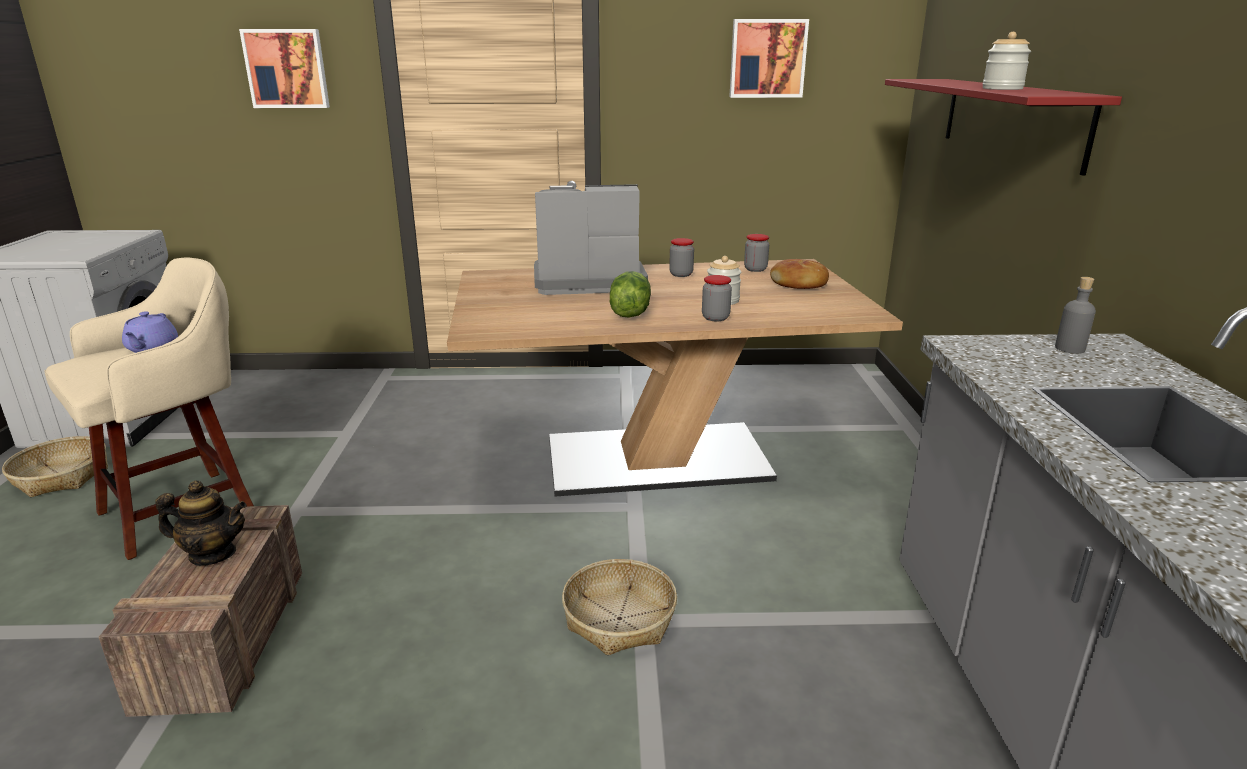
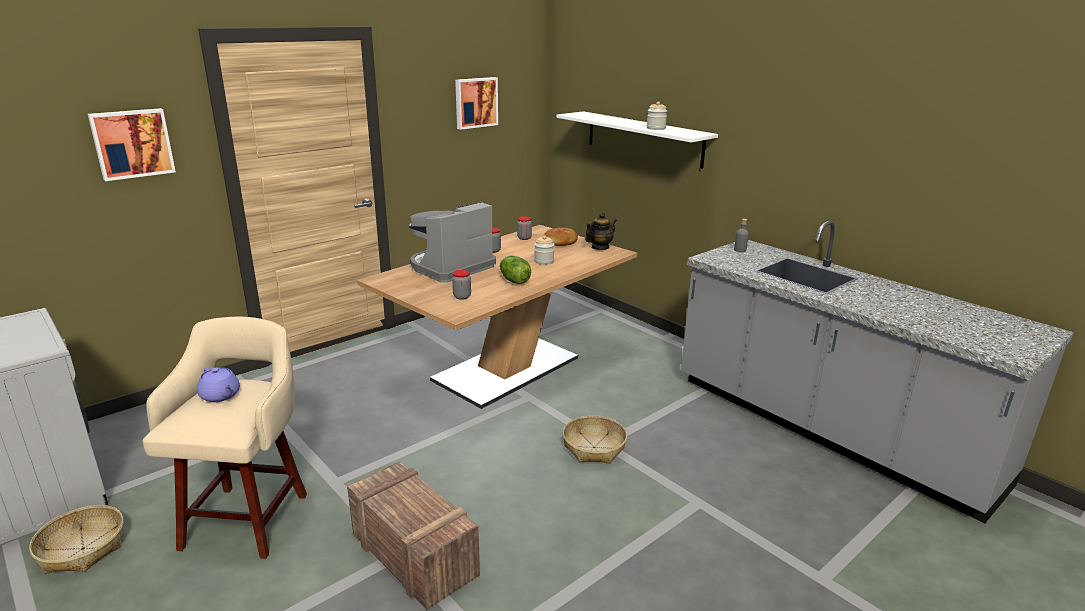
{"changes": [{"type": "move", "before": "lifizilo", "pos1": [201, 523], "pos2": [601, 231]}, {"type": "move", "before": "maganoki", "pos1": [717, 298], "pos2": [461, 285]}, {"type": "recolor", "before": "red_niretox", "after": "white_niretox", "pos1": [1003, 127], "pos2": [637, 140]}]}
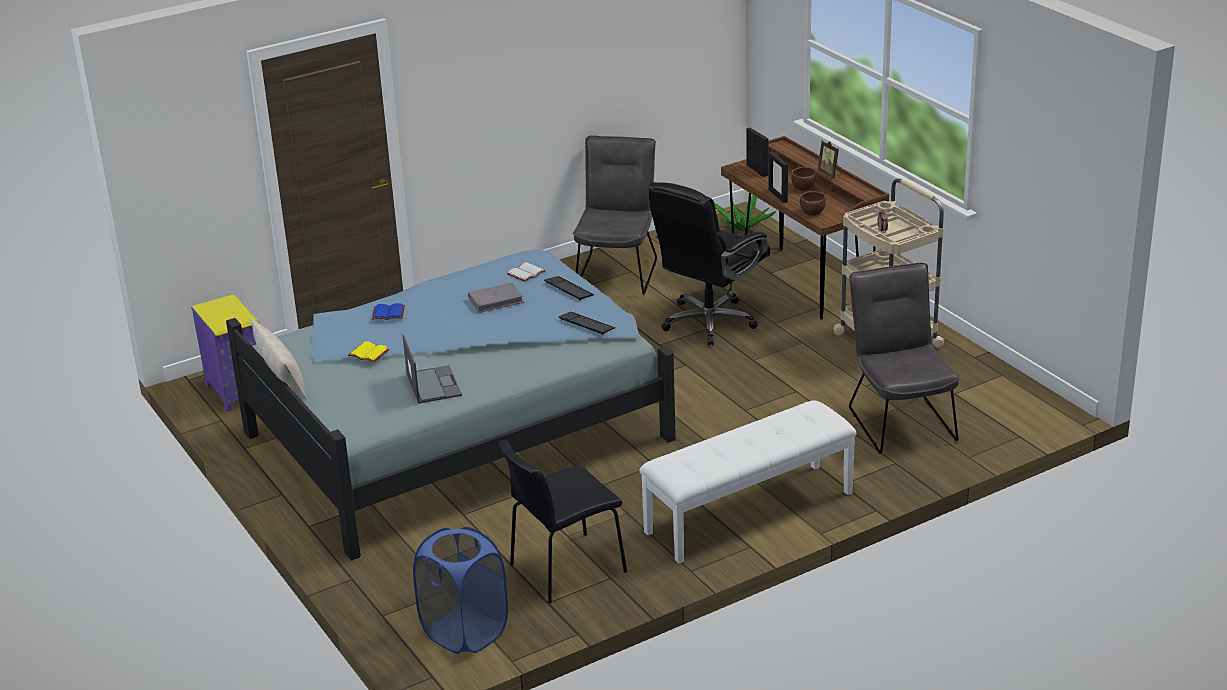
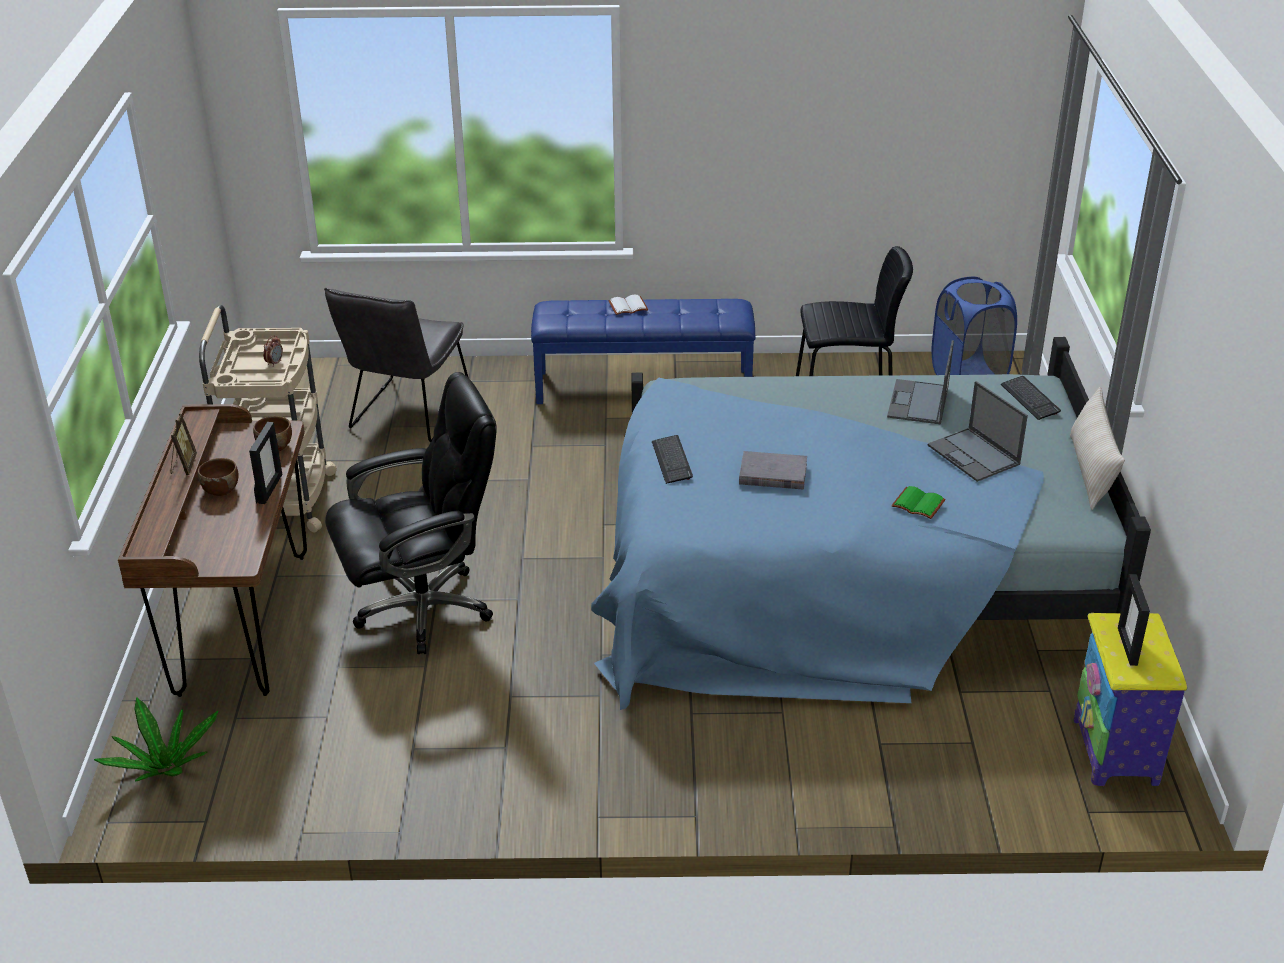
{"changes": [{"type": "replace", "before": "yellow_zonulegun", "after": "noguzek", "pos1": [369, 351], "pos2": [978, 431]}, {"type": "recolor", "before": "blue_zonulegun", "after": "green_zonulegun", "pos1": [388, 311], "pos2": [918, 502]}, {"type": "move", "before": "white_zonulegun", "pos1": [526, 272], "pos2": [628, 305]}, {"type": "move", "before": "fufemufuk", "pos1": [587, 323], "pos2": [1031, 398]}, {"type": "delete", "before": "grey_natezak", "pos1": [615, 215]}, {"type": "recolor", "before": "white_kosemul", "after": "blue_kosemul", "pos1": [748, 481], "pos2": [643, 351]}, {"type": "move", "before": "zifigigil", "pos1": [757, 152], "pos2": [1134, 620]}]}
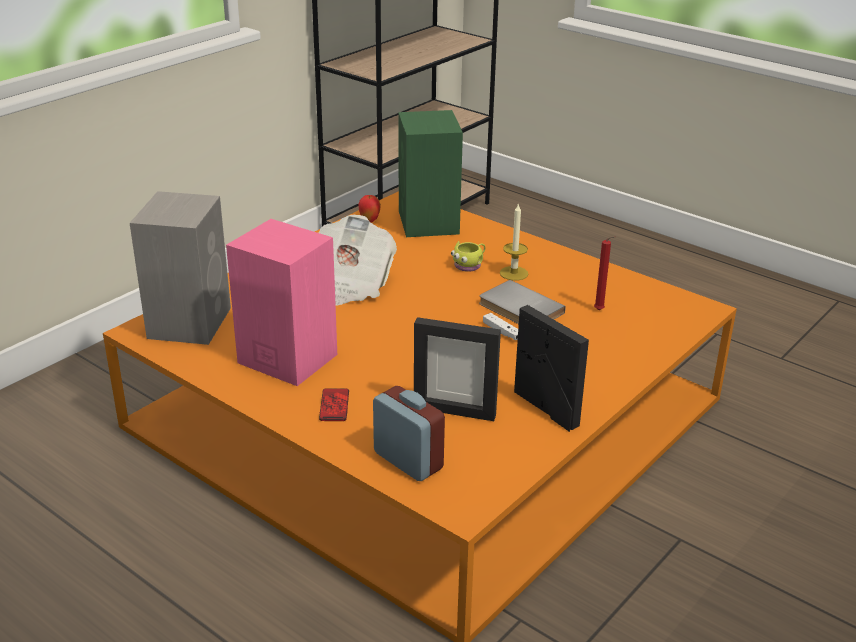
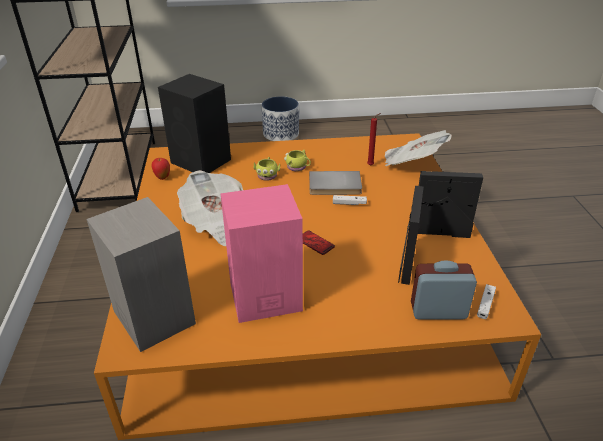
{"changes": [{"type": "move", "before": "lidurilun", "pos1": [334, 404], "pos2": [319, 242]}, {"type": "recolor", "before": "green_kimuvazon", "after": "black_kimuvazon", "pos1": [430, 173], "pos2": [194, 123]}, {"type": "rotate", "before": "zifigigil", "pos1": [457, 369], "pos2": [411, 235], "turn": -45}, {"type": "replace", "before": "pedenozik", "after": "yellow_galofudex", "pos1": [514, 242], "pos2": [297, 160]}, {"type": "insert", "after": "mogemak", "pos2": [280, 118]}, {"type": "insert", "after": "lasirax", "pos2": [418, 148]}, {"type": "insert", "after": "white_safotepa", "pos2": [486, 301]}]}
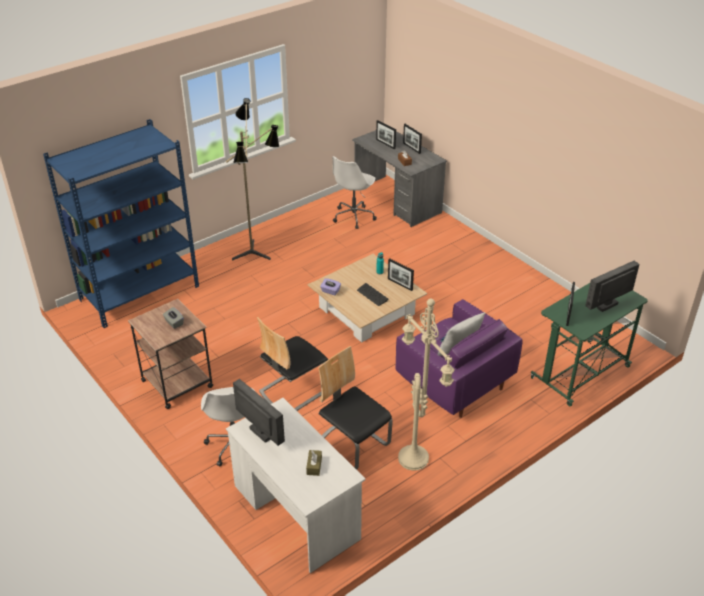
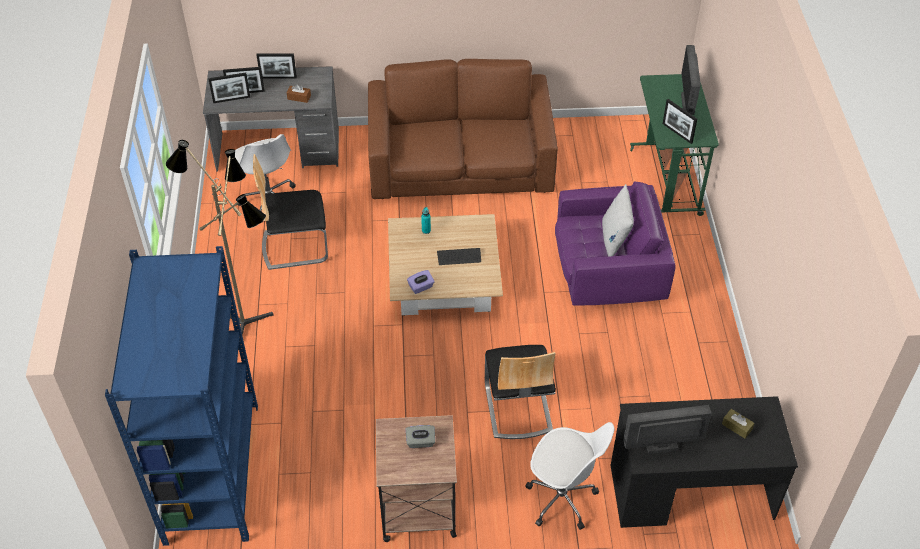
{"changes": [{"type": "recolor", "before": "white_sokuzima", "after": "black_sokuzima", "pos1": [296, 485], "pos2": [704, 462]}, {"type": "move", "before": "natezak", "pos1": [355, 408], "pos2": [290, 212]}, {"type": "move", "before": "zifigigil", "pos1": [401, 274], "pos2": [229, 87]}, {"type": "delete", "before": "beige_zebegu", "pos1": [426, 384]}, {"type": "insert", "after": "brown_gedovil", "pos2": [463, 129]}]}
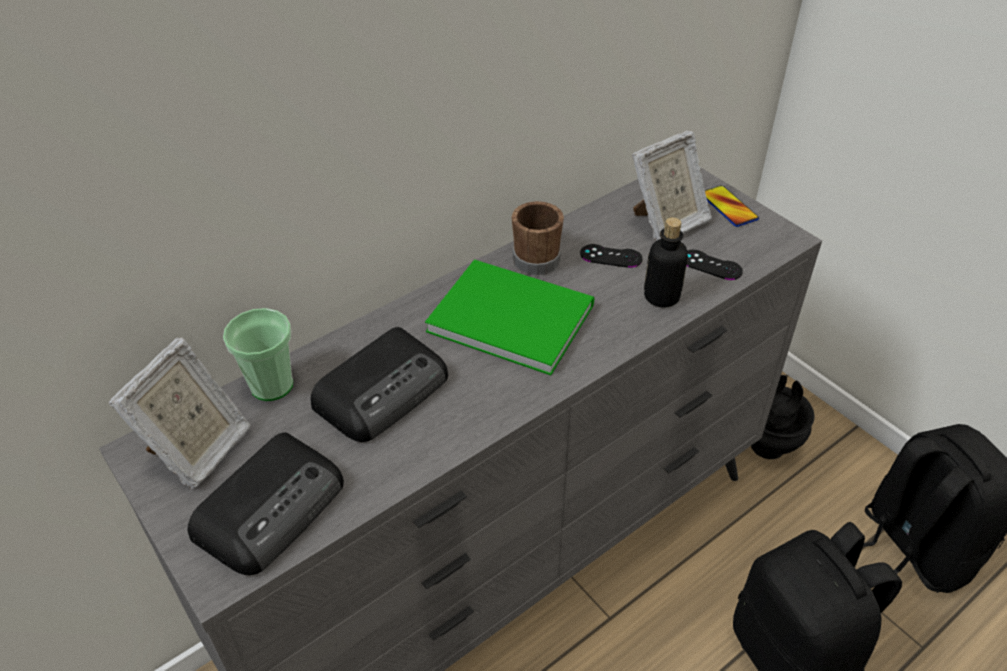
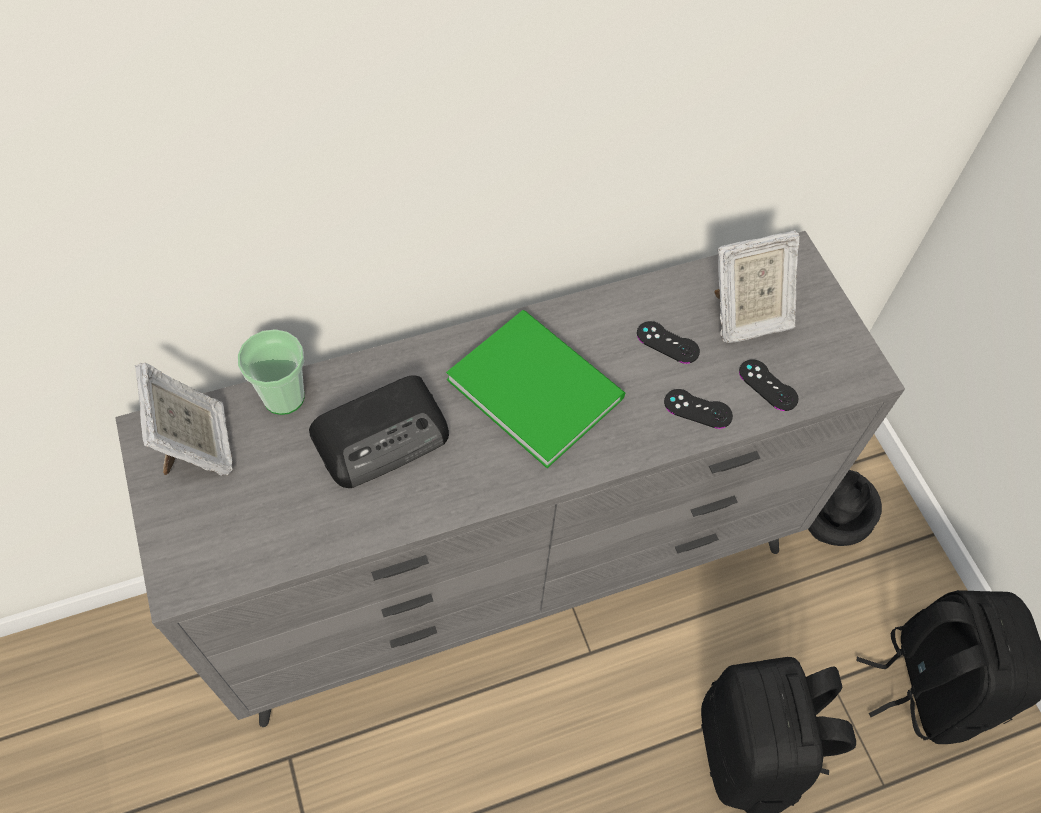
{"changes": [{"type": "rotate", "before": "zifigigil", "pos1": [180, 413], "pos2": [184, 419], "turn": -60}, {"type": "delete", "before": "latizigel", "pos1": [265, 504]}, {"type": "delete", "before": "brown_galofudex", "pos1": [538, 238]}, {"type": "replace", "before": "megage", "after": "black_safotepa", "pos1": [666, 263], "pos2": [698, 409]}, {"type": "delete", "before": "lidurilun", "pos1": [732, 206]}]}
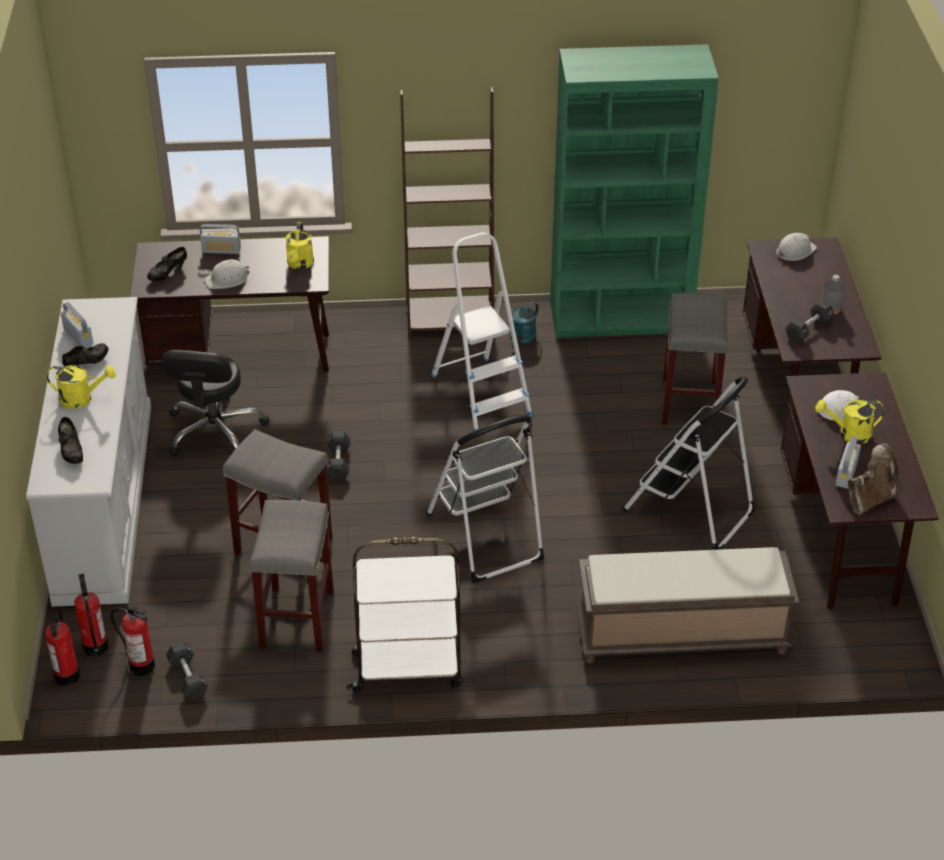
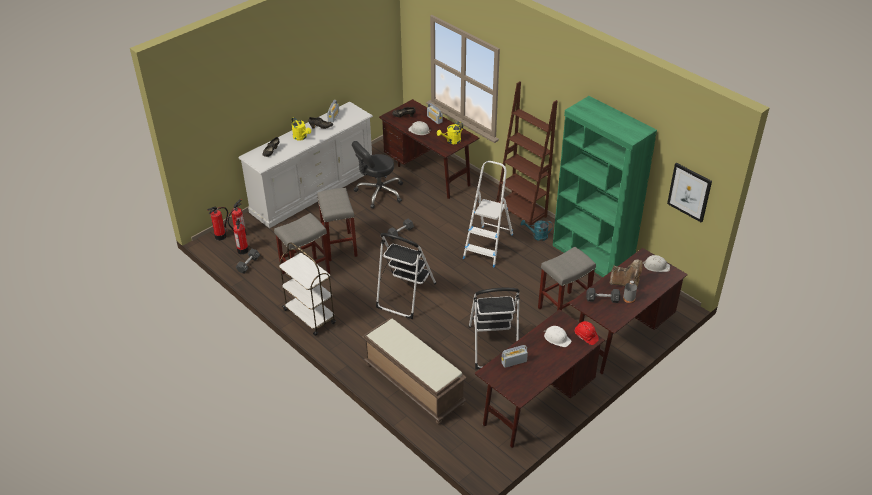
{"changes": [{"type": "delete", "before": "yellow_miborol", "pos1": [850, 422]}, {"type": "move", "before": "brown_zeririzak", "pos1": [875, 479], "pos2": [625, 273]}, {"type": "insert", "after": "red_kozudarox", "pos2": [587, 333]}, {"type": "insert", "after": "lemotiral", "pos2": [689, 193]}]}
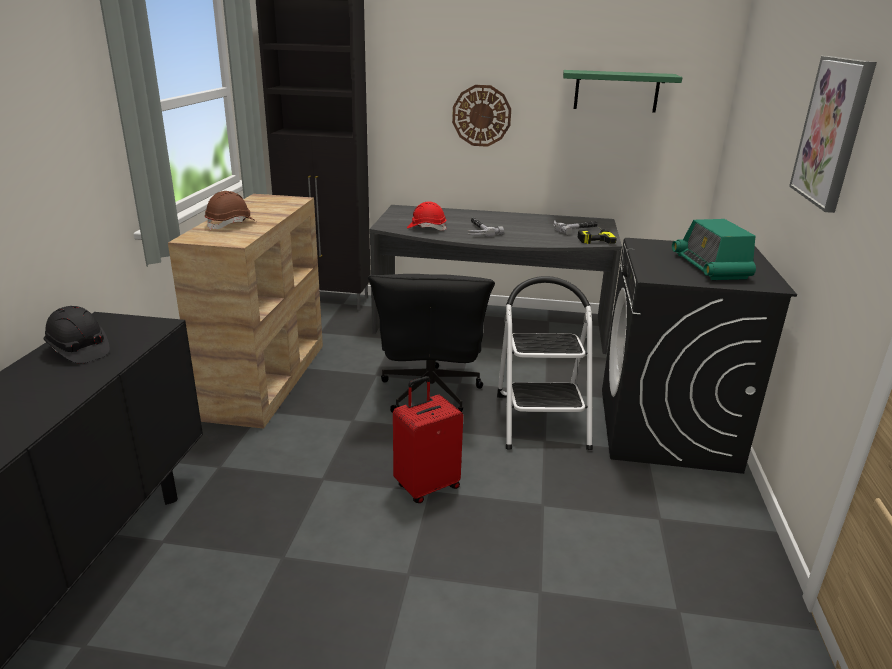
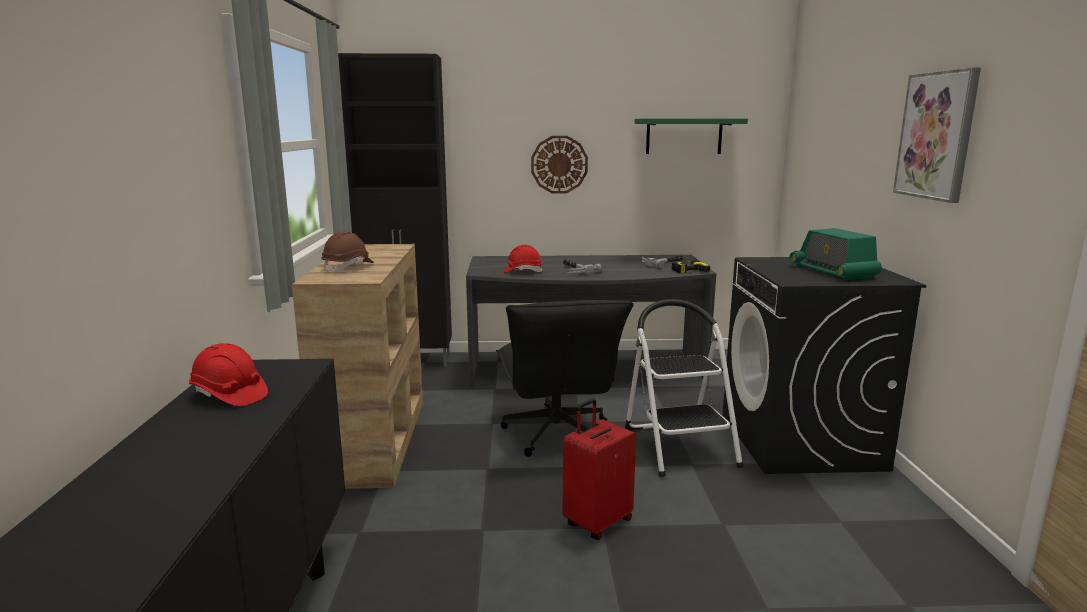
{"changes": [{"type": "recolor", "before": "black_kozudarox", "after": "red_kozudarox", "pos1": [76, 334], "pos2": [228, 374]}]}
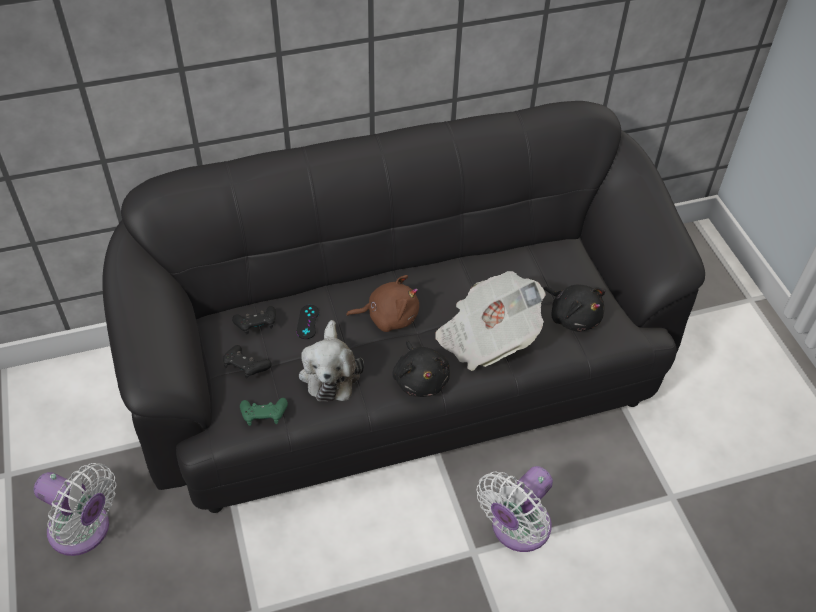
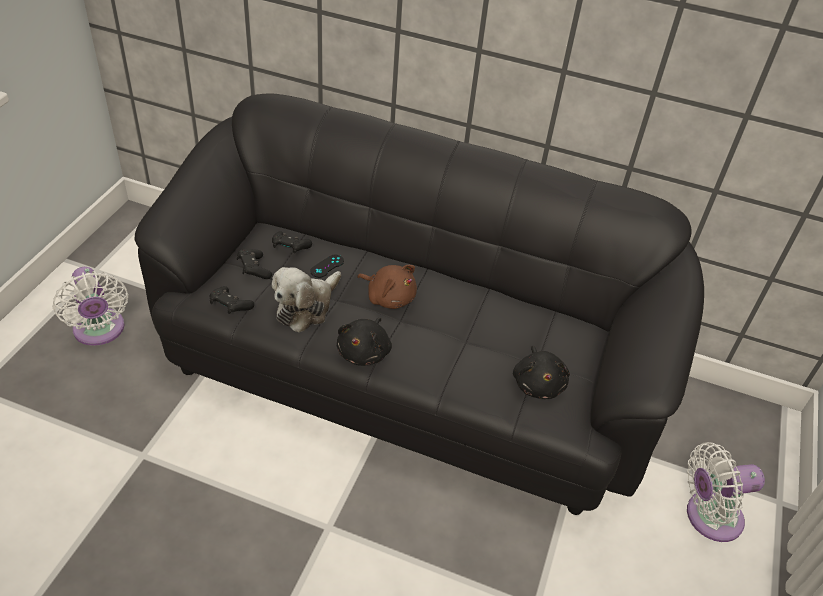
{"changes": [{"type": "recolor", "before": "green_safotepa", "after": "black_safotepa", "pos1": [264, 412], "pos2": [232, 300]}, {"type": "delete", "before": "lasirax", "pos1": [490, 321]}, {"type": "move", "before": "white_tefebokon", "pos1": [515, 509], "pos2": [726, 492]}]}
